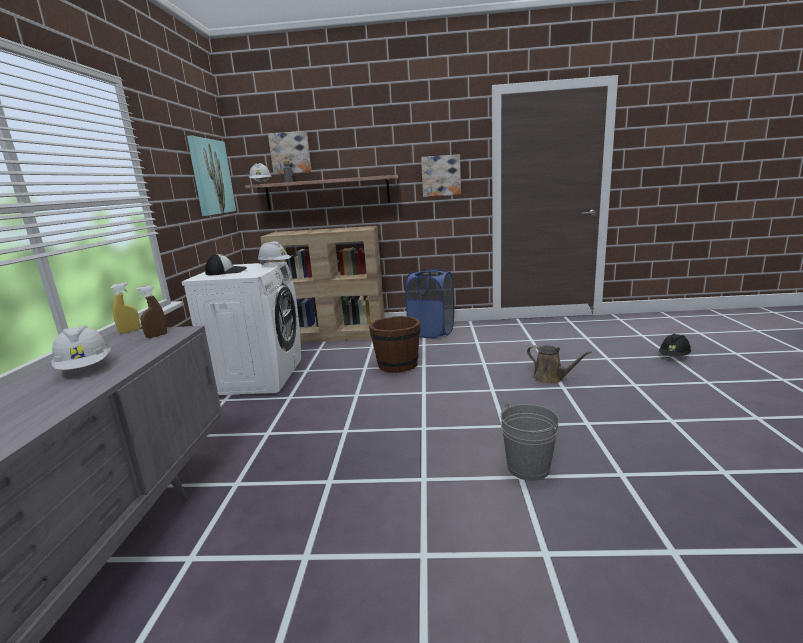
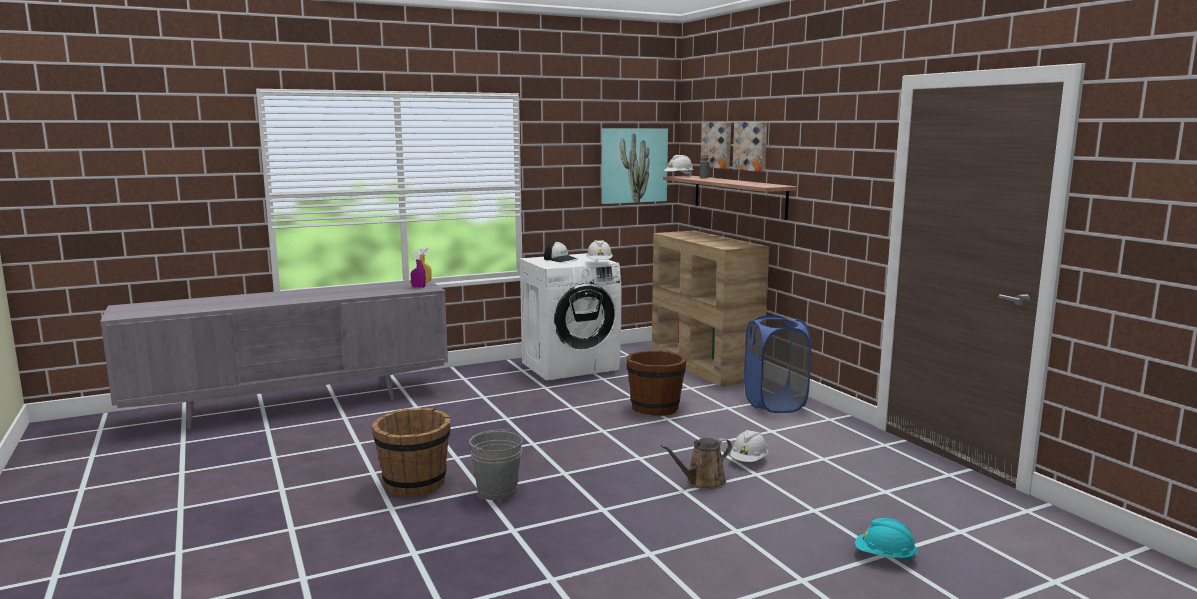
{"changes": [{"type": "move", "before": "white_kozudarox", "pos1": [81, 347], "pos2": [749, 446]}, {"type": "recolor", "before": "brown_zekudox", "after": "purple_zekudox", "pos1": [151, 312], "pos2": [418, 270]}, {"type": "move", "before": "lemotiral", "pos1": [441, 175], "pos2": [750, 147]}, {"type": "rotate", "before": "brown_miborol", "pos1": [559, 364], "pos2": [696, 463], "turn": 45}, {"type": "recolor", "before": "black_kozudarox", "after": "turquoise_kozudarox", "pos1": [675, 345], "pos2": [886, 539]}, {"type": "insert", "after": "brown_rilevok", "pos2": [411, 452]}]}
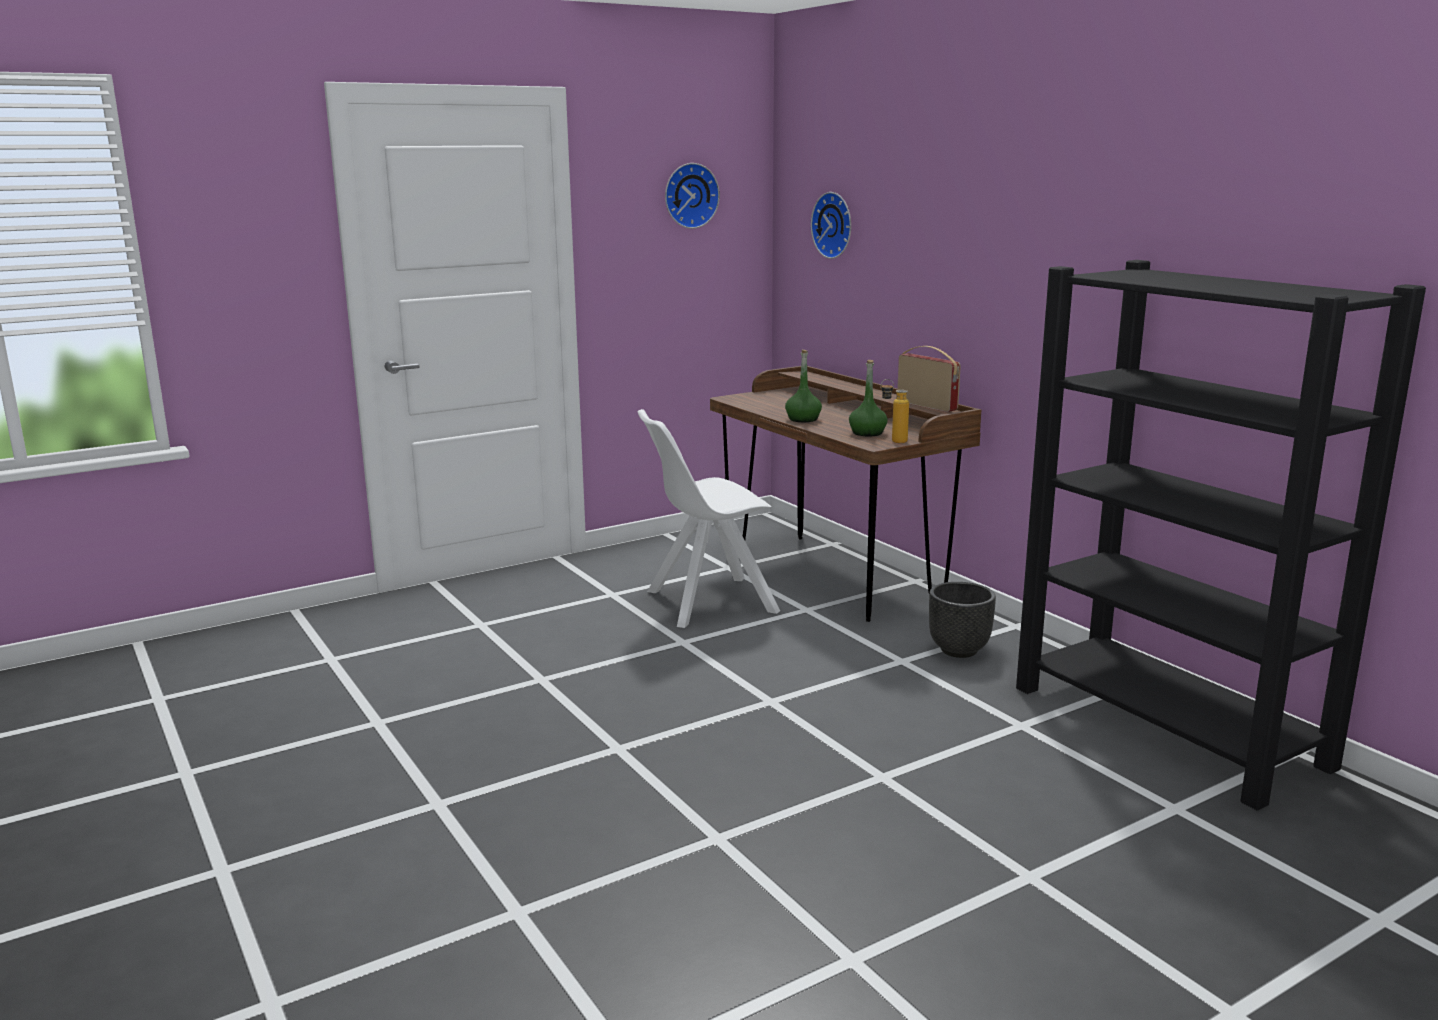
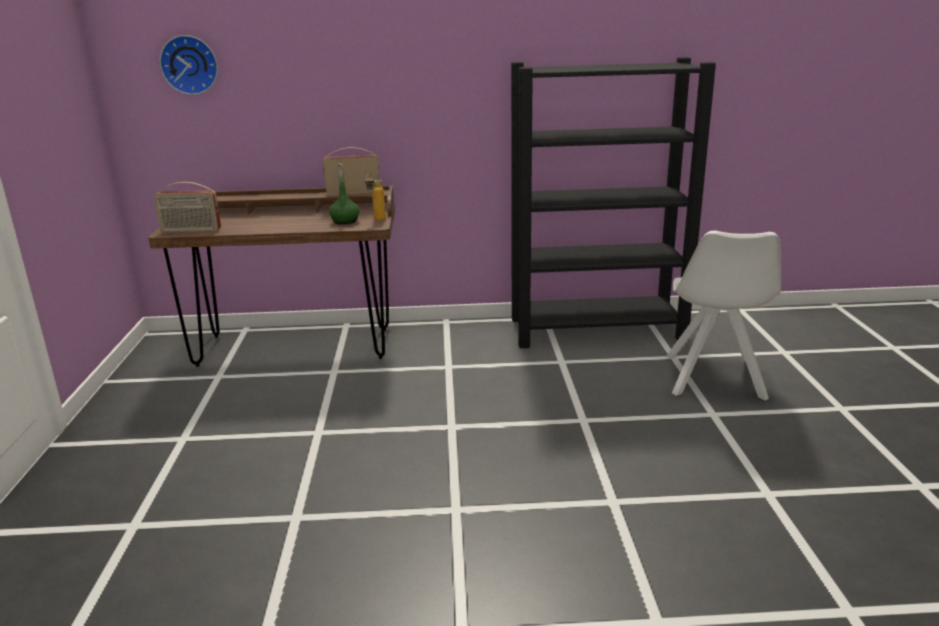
{"changes": [{"type": "move", "before": "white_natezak", "pos1": [708, 518], "pos2": [723, 316]}, {"type": "delete", "before": "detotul", "pos1": [692, 196]}, {"type": "delete", "before": "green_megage", "pos1": [803, 386]}, {"type": "delete", "before": "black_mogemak", "pos1": [962, 620]}, {"type": "insert", "after": "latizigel", "pos2": [187, 207]}]}
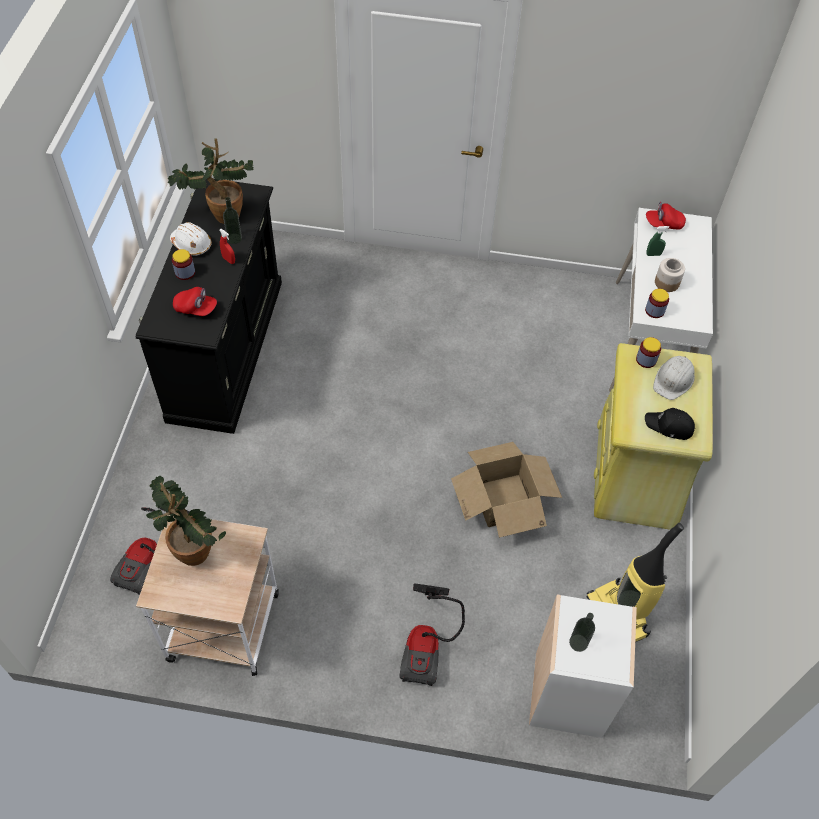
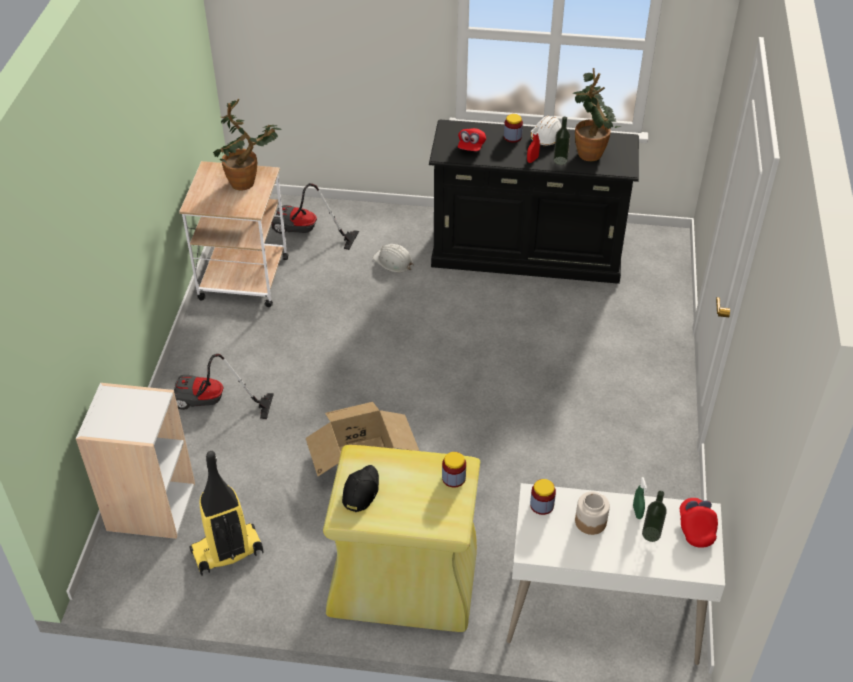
{"changes": [{"type": "move", "before": "megage", "pos1": [582, 632], "pos2": [654, 516]}, {"type": "move", "before": "white_kozudarox", "pos1": [674, 378], "pos2": [393, 258]}]}
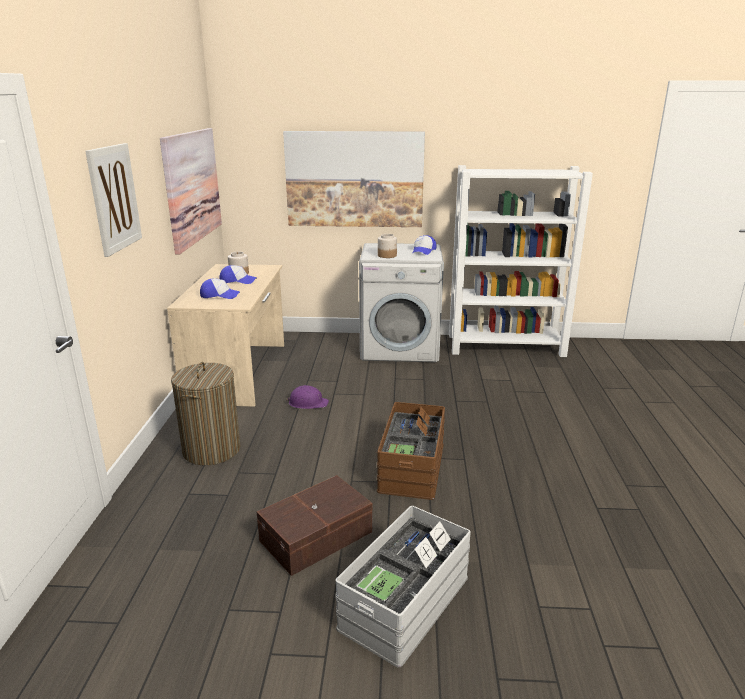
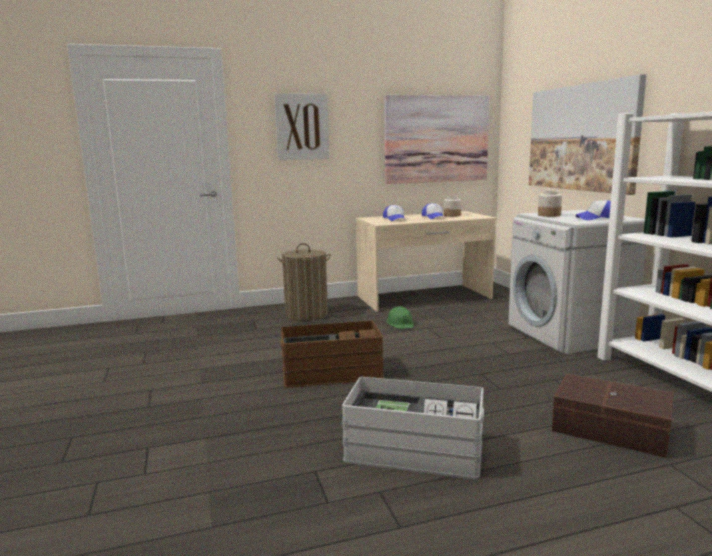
{"changes": [{"type": "move", "before": "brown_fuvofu", "pos1": [314, 525], "pos2": [612, 416]}, {"type": "recolor", "before": "purple_kozudarox", "after": "green_kozudarox", "pos1": [307, 397], "pos2": [400, 317]}, {"type": "move", "before": "grey_fuvofu", "pos1": [403, 586], "pos2": [413, 428]}]}
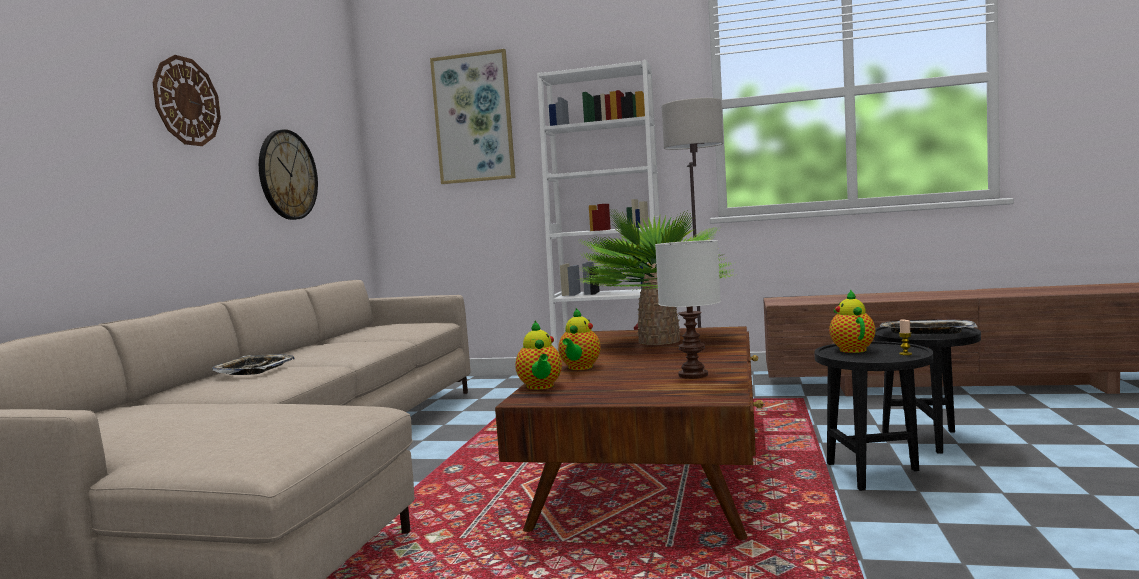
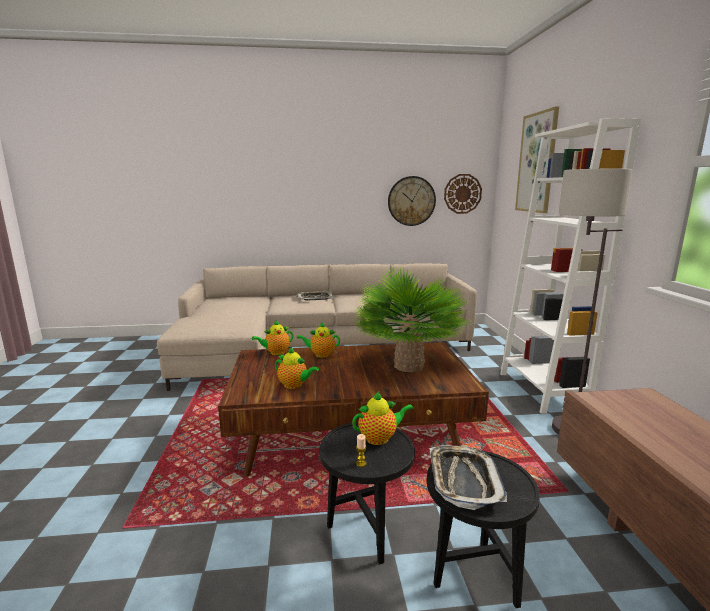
{"changes": [{"type": "move", "before": "detotul", "pos1": [186, 100], "pos2": [463, 194]}, {"type": "replace", "before": "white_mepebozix", "after": "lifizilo", "pos1": [688, 309], "pos2": [297, 368]}]}
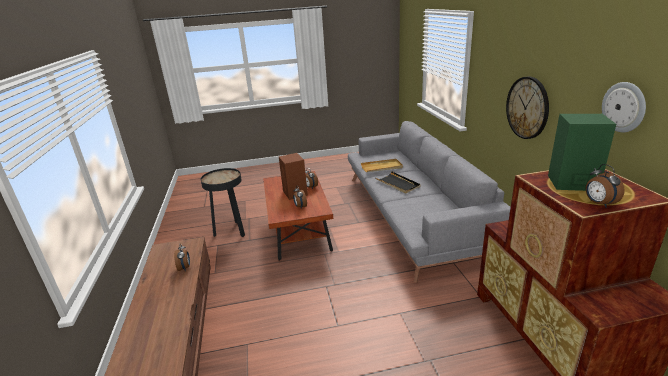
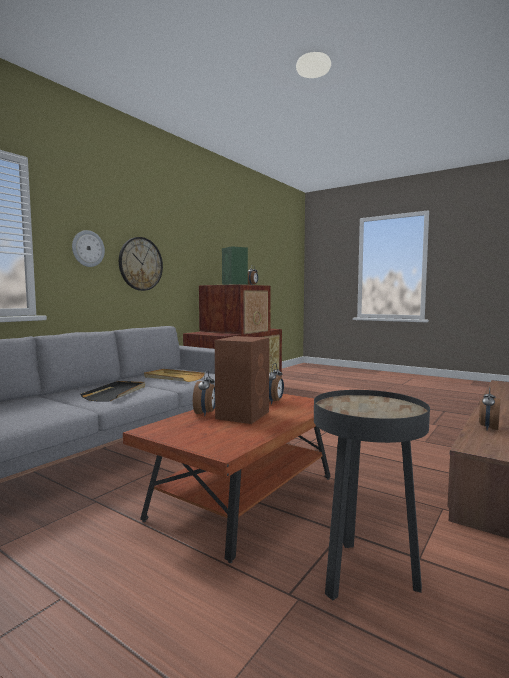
{"changes": [{"type": "move", "before": "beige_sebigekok", "pos1": [382, 165], "pos2": [174, 375]}, {"type": "move", "before": "detotul", "pos1": [624, 107], "pos2": [88, 248]}]}
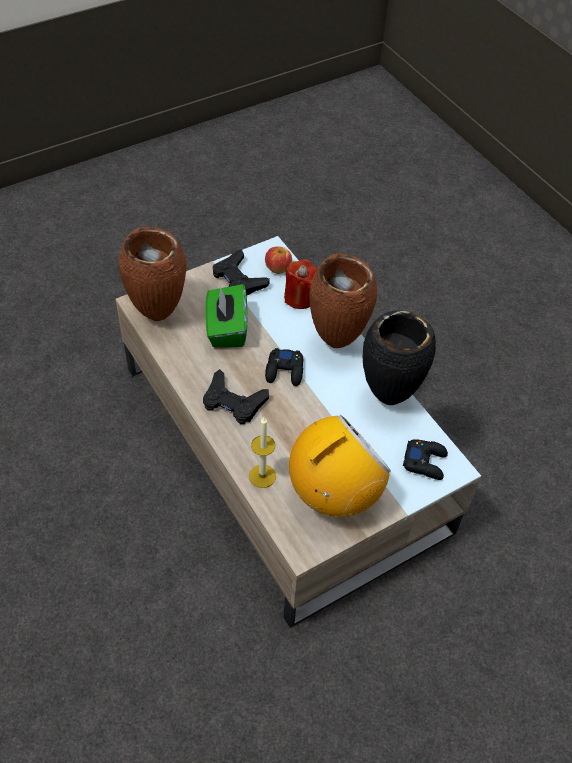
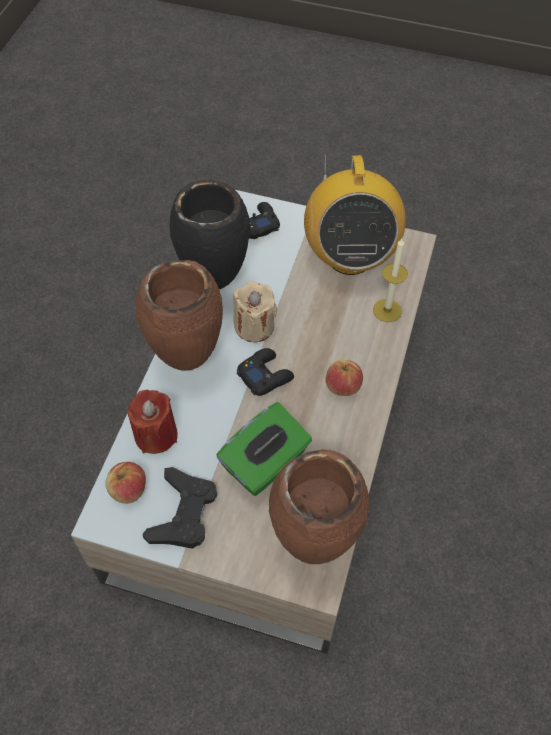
{"changes": [{"type": "replace", "before": "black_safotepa", "after": "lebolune", "pos1": [236, 396], "pos2": [344, 378]}, {"type": "rotate", "before": "latizigel", "pos1": [340, 466], "pos2": [355, 214], "turn": -105}, {"type": "insert", "after": "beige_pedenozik", "pos2": [255, 311]}]}
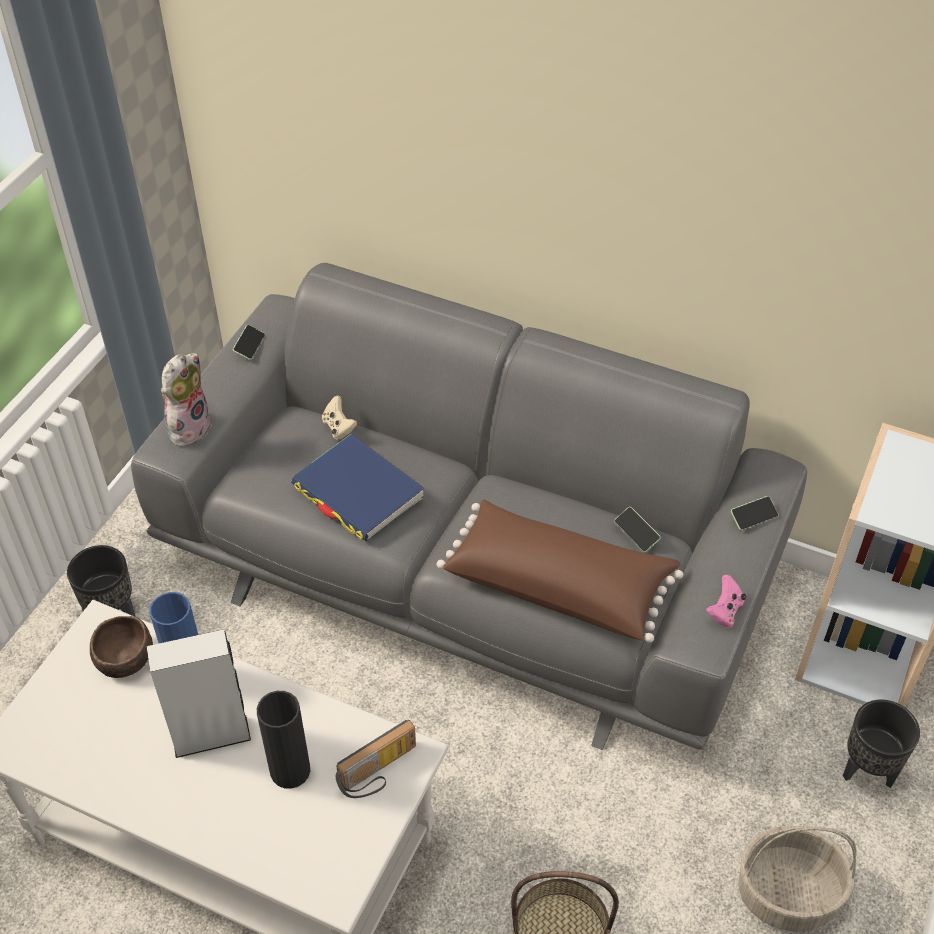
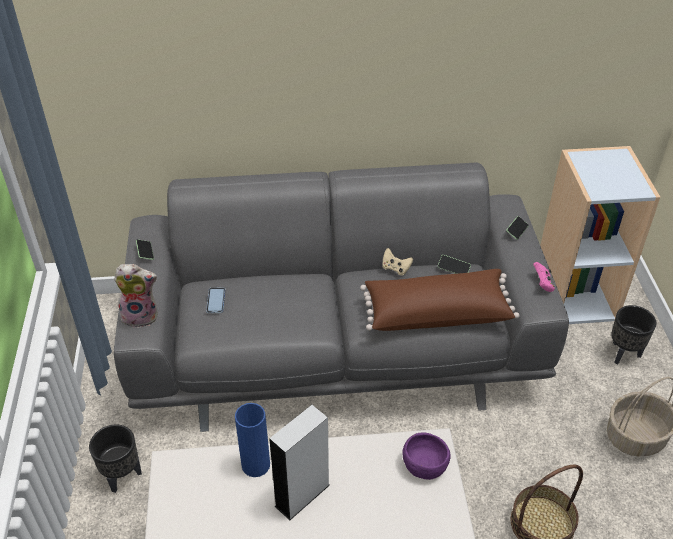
{"changes": [{"type": "delete", "before": "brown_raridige", "pos1": [121, 647]}, {"type": "rotate", "before": "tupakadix", "pos1": [186, 400], "pos2": [136, 296], "turn": 90}, {"type": "delete", "before": "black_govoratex", "pos1": [283, 740]}, {"type": "delete", "before": "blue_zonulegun", "pos1": [357, 488]}, {"type": "move", "before": "beige_safotepa", "pos1": [340, 418], "pos2": [397, 262]}, {"type": "replace", "before": "latizigel", "after": "purple_raridige", "pos1": [376, 759], "pos2": [427, 456]}, {"type": "insert", "after": "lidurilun", "pos2": [215, 300]}]}
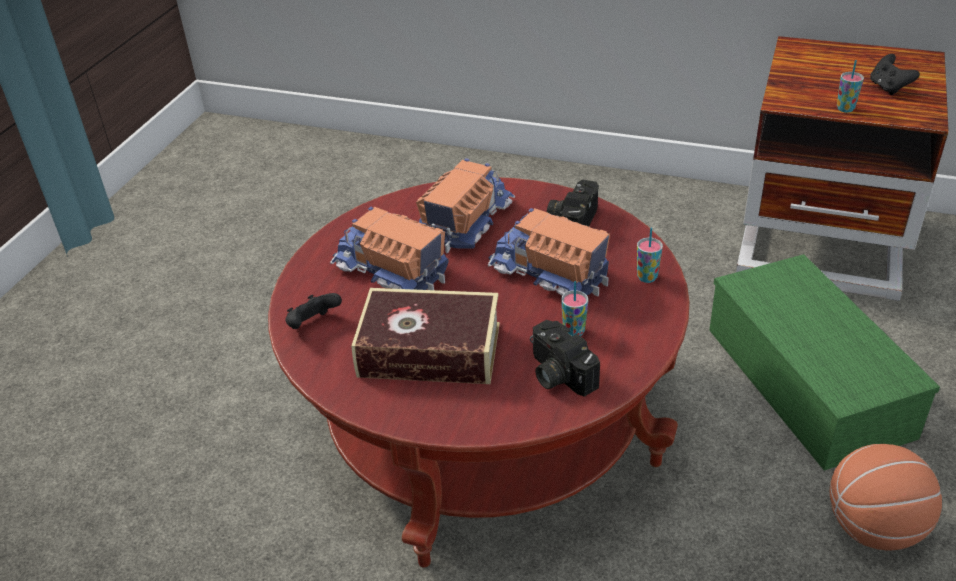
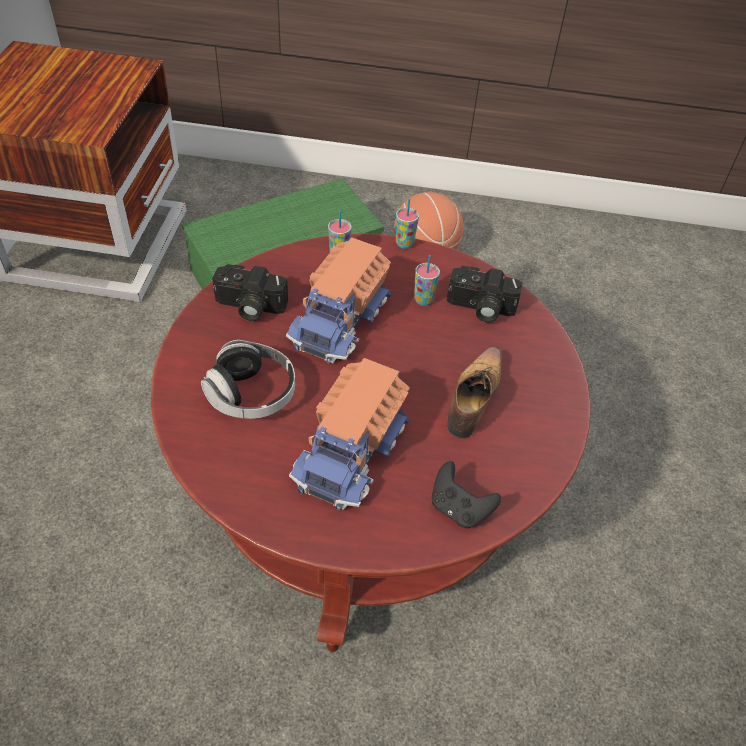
{"changes": [{"type": "replace", "before": "zonulegun", "after": "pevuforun", "pos1": [425, 336], "pos2": [474, 392]}, {"type": "replace", "before": "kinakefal", "after": "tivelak", "pos1": [465, 205], "pos2": [248, 379]}, {"type": "rotate", "before": "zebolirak", "pos1": [565, 358], "pos2": [485, 294], "turn": 60}, {"type": "move", "before": "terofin", "pos1": [850, 86], "pos2": [407, 224]}, {"type": "delete", "before": "black_safotepa", "pos1": [895, 74]}]}
